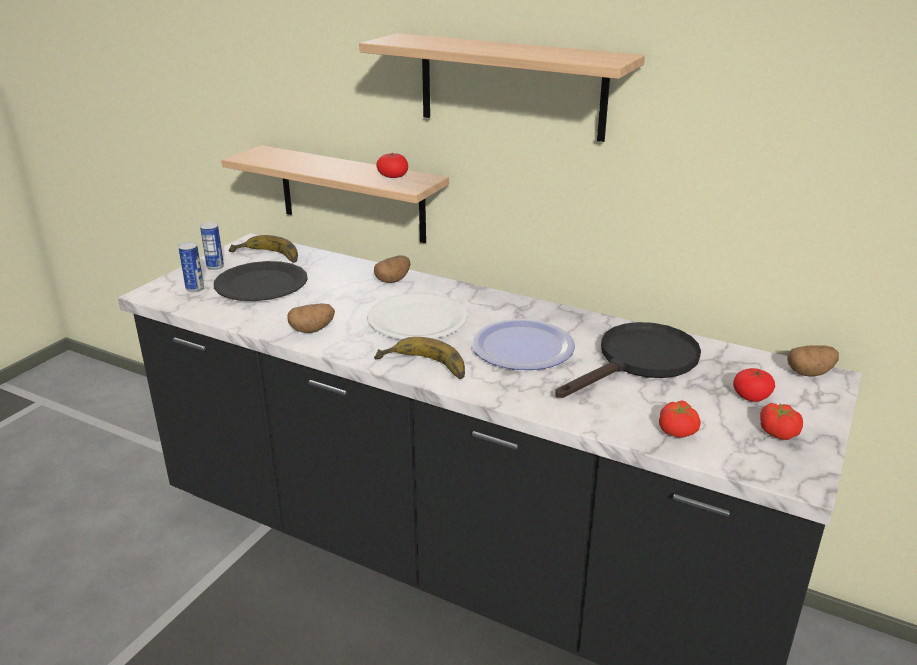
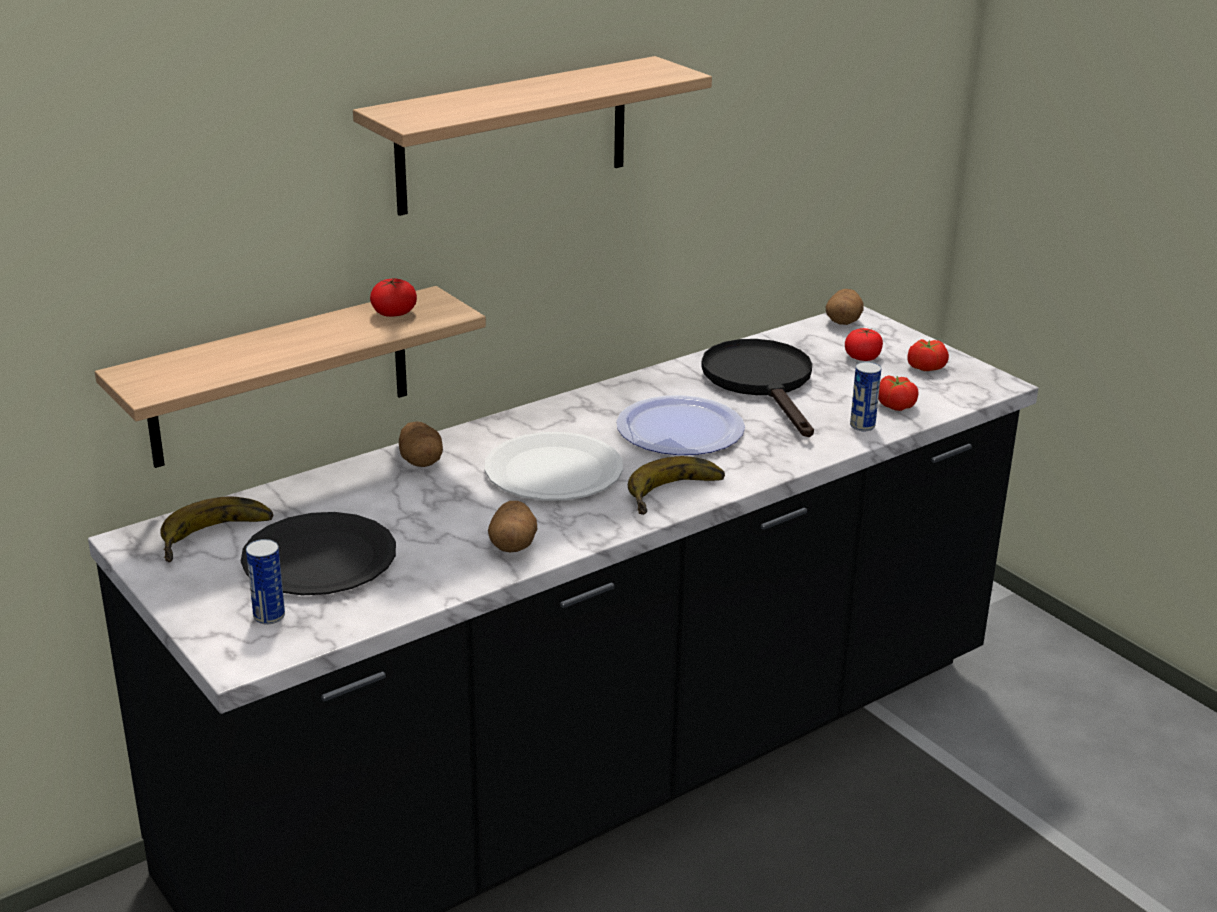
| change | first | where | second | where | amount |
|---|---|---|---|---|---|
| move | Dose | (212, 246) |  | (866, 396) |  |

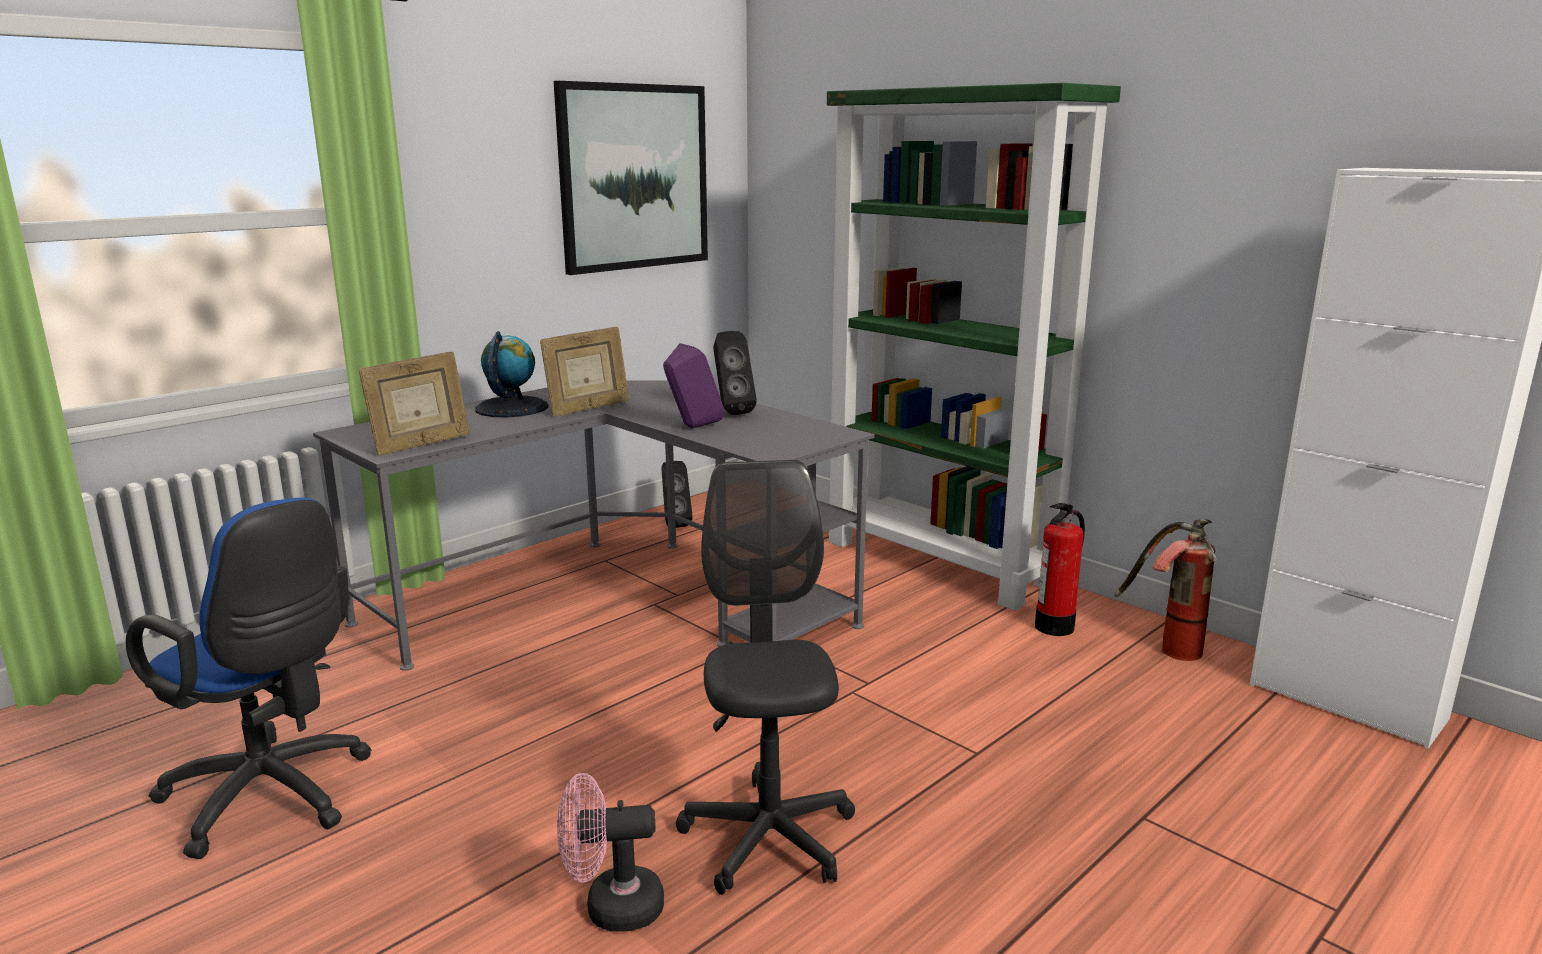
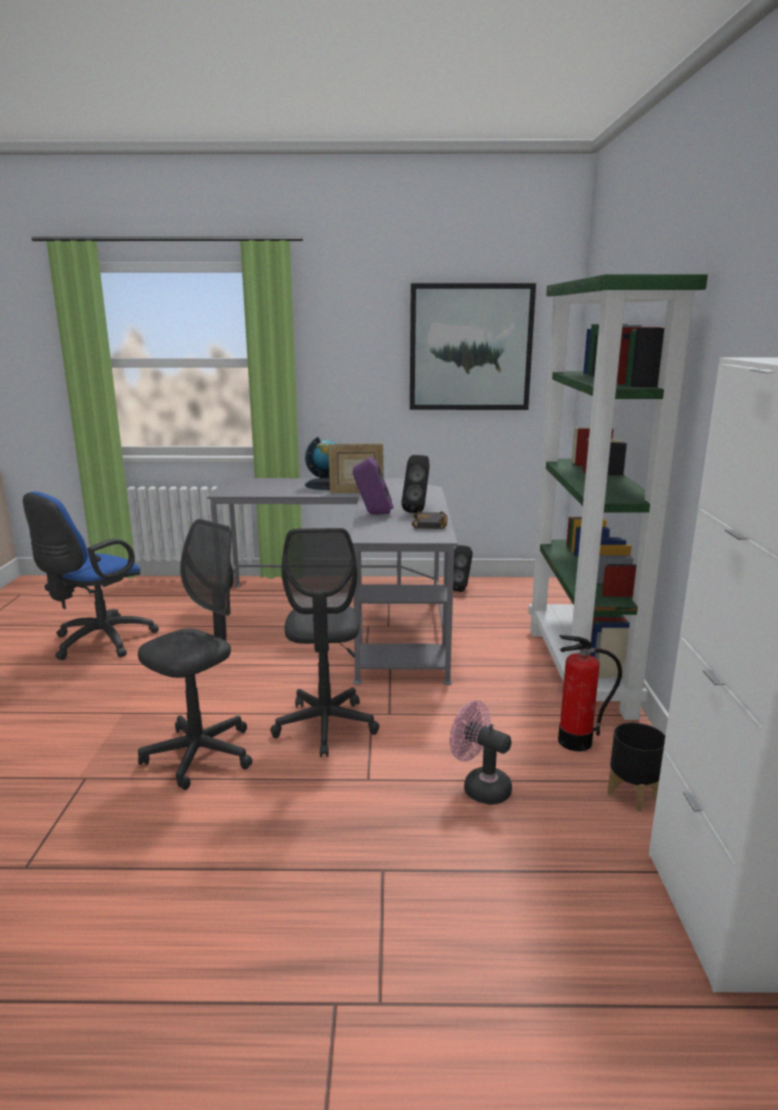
| change | first | where | second | where | amount |
|---|---|---|---|---|---|
| rotate | Bürostuhl/blau | (249, 678) |  | (91, 576) | 45 degrees clockwise |
| insert |  |  | Bürostuhl/grau | (324, 642) |  |
| insert |  |  | Buch/schwarz | (430, 520) |  |
| move | Ventilator/rosa | (610, 852) |  | (481, 752) |  |
| replace | Feuerlöscher | (1166, 589) | Pflanzkübel/schwarz | (636, 766) |  |
| delete | Bilderrahmen | (414, 403) |  |  |  |

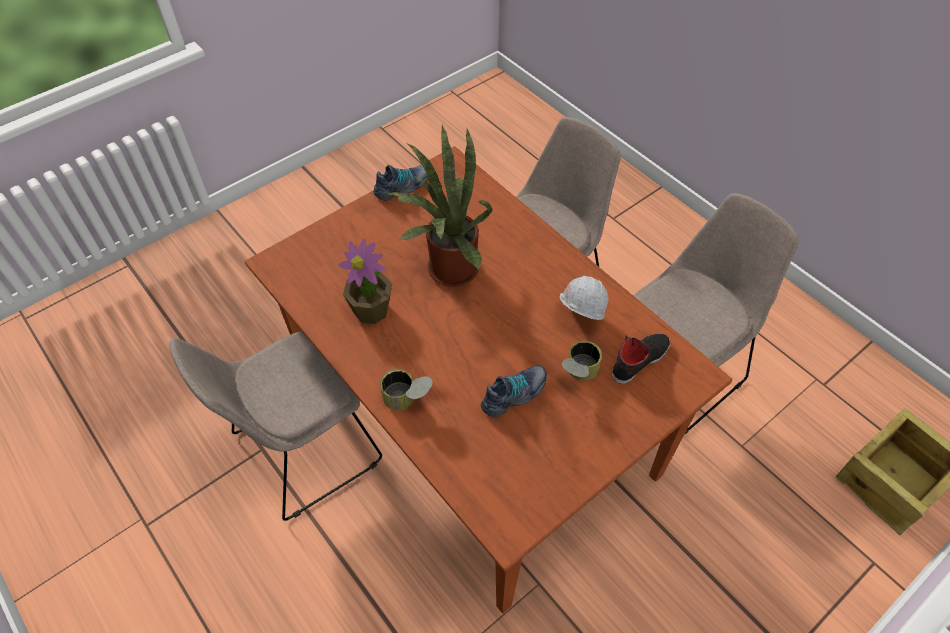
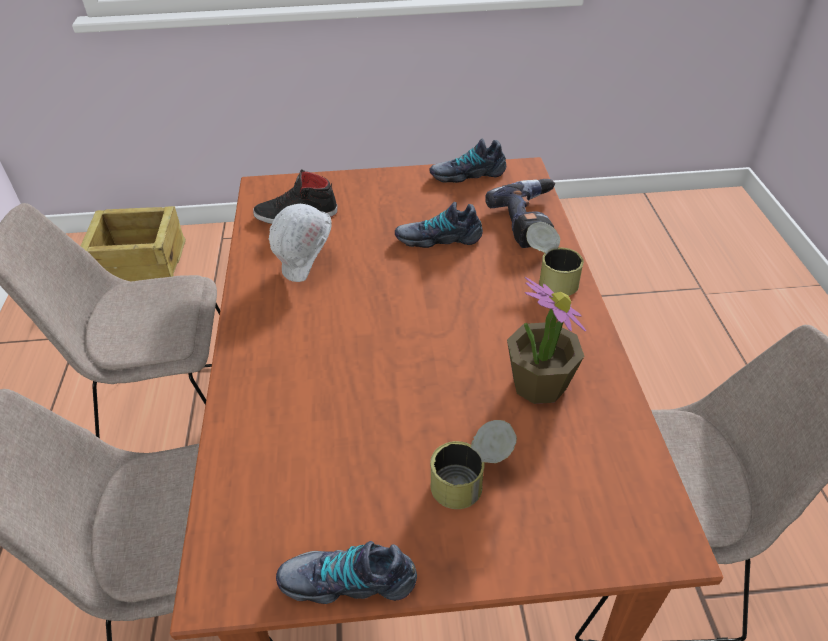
| change | first | where | second | where | amount |
|---|---|---|---|---|---|
| insert |  |  | Schuh | (467, 161) |  |
| move | Dose | (582, 361) |  | (473, 464) |  |
| insert |  |  | Bohrmaschine | (520, 213) |  |
| delete | Topfpflanze | (440, 205) |  |  |  |

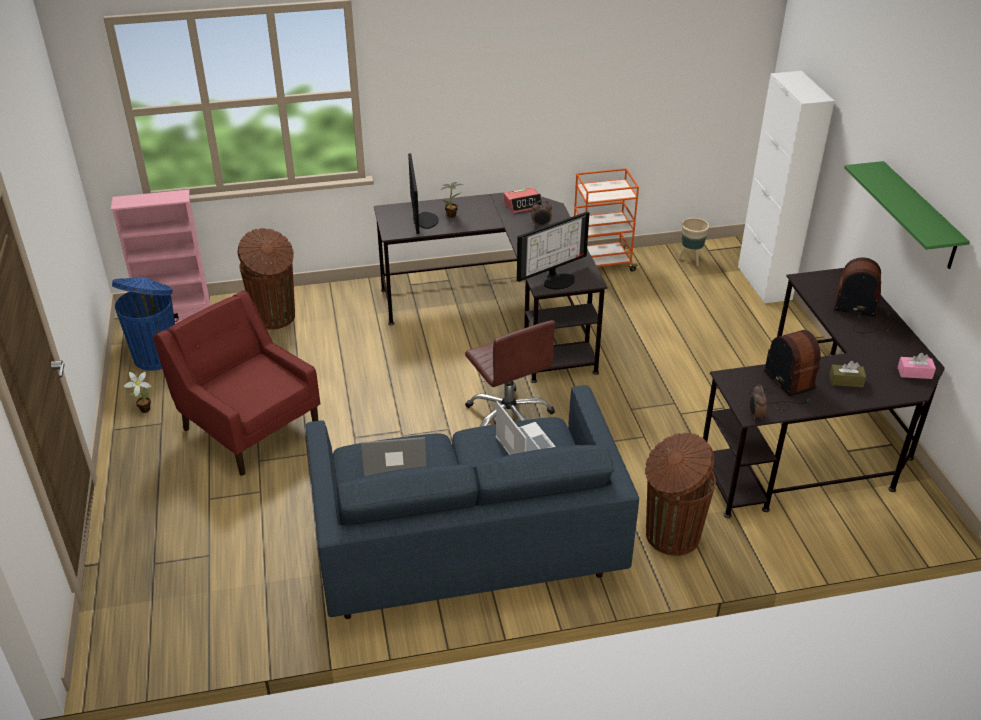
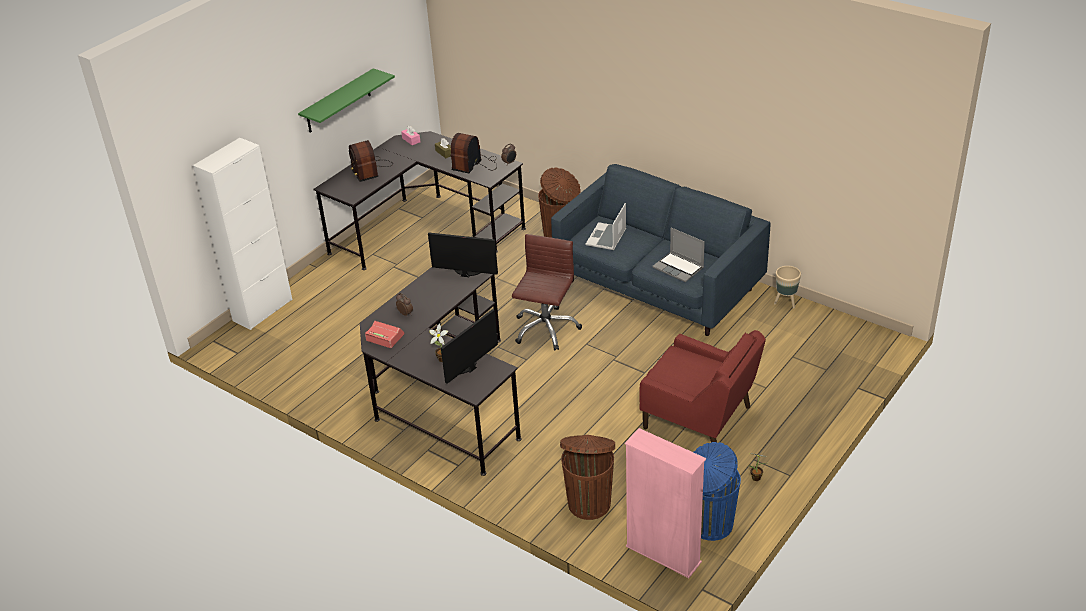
| change | first | where | second | where | amount |
|---|---|---|---|---|---|
| rotate | Sessel/rot | (236, 383) |  | (703, 386) | 60 degrees counterclockwise |
| move | Pflanzkübel/beige | (693, 242) |  | (787, 287) |  |
| delete | Rollwagen/orange | (606, 220) |  |  |  |

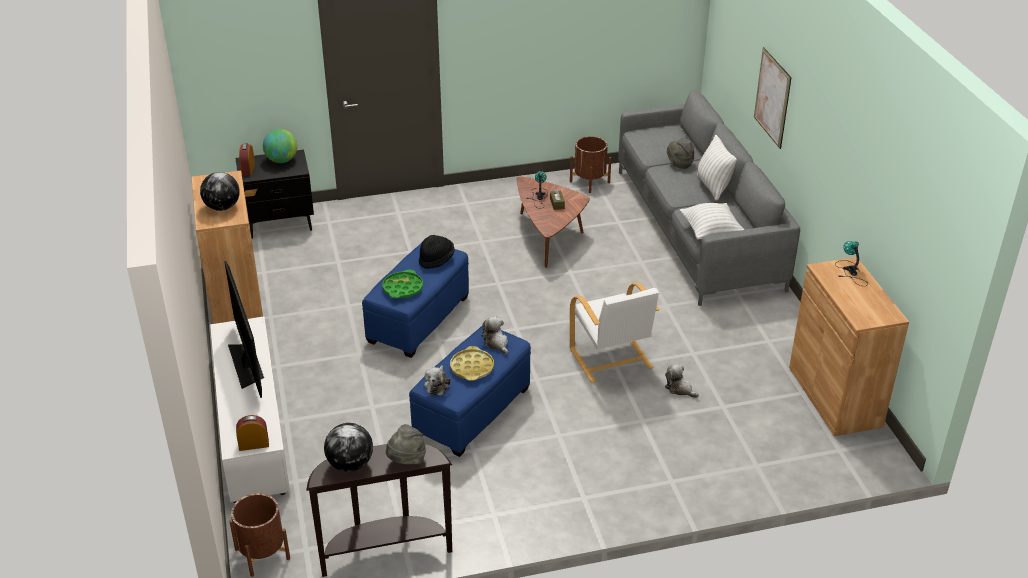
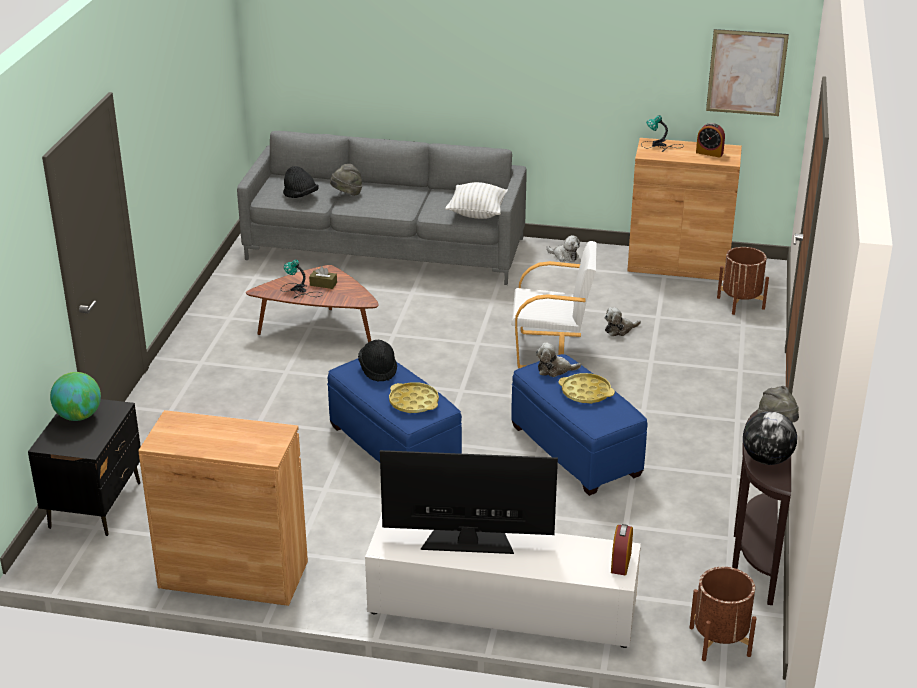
| change | first | where | second | where | amount |
|---|---|---|---|---|---|
| insert |  |  | Hut/schwarz | (301, 182) |  |
| recolor | Tablett/grün | (403, 284) | Tablett/gelb | (414, 397) |  |
| move | Plüschtier | (437, 380) |  | (563, 248) |  |
| move | Wecker | (247, 160) |  | (710, 140) |  |
| move | Bild | (773, 98) |  | (747, 72) |  |
| move | Pflanzkübel/braun | (590, 164) |  | (743, 281) |  |
| delete | Globus | (220, 191) |  |  |  |
| delete | Kissen/weiß | (717, 167) |  |  |  |

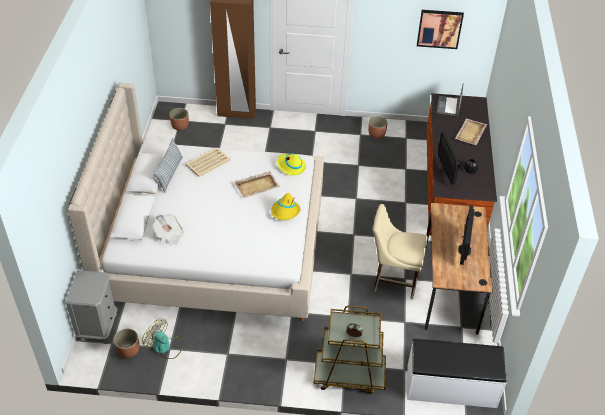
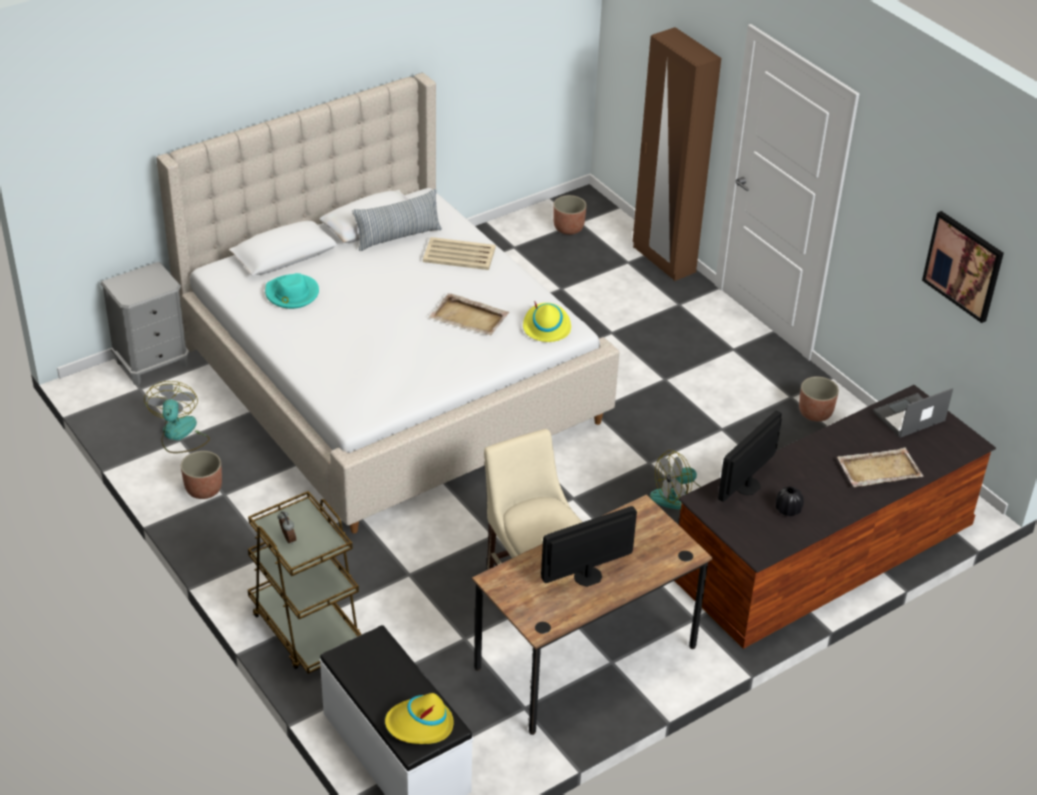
| change | first | where | second | where | amount |
|---|---|---|---|---|---|
| move | Pflanzkübel | (126, 343) |  | (201, 475) |  |
| replace | Zeitung | (168, 229) | Hut/türkis | (292, 291) |  |
| move | Hut/gelb | (286, 206) |  | (419, 718) |  |
| insert |  |  | Ventilator | (675, 480) |  |

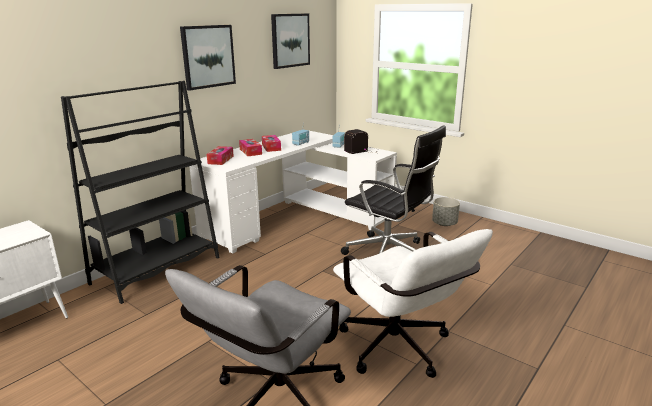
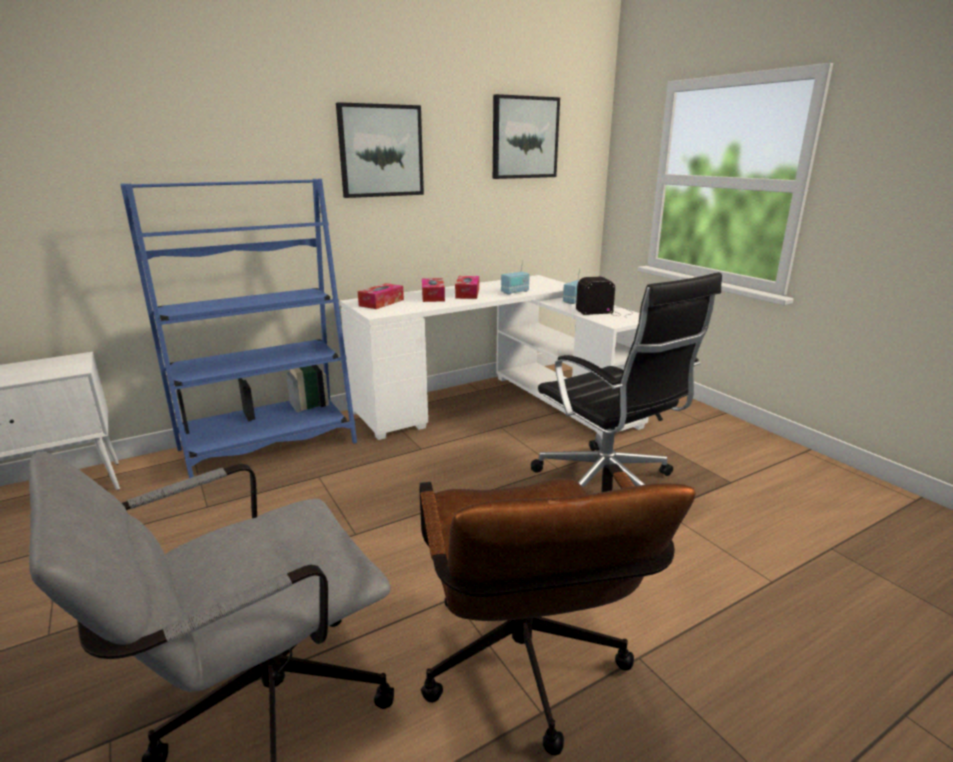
| change | first | where | second | where | amount |
|---|---|---|---|---|---|
| recolor | Bücherregal/schwarz | (140, 192) | Bücherregal/blau | (238, 328) |  |
| recolor | Bürostuhl/weiß | (413, 303) | Bürostuhl/braun | (557, 610) |  |
| delete | Pflanzkübel/grau | (446, 211) |  |  |  |

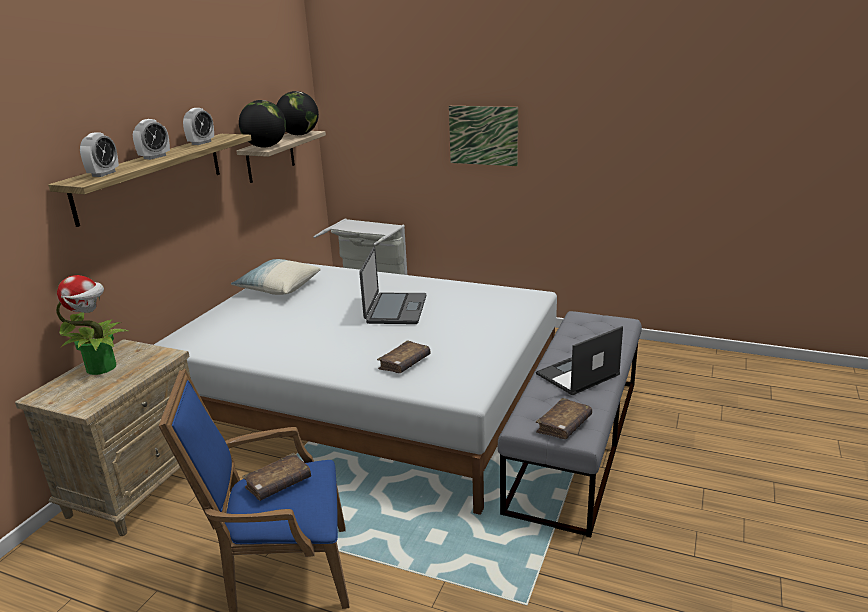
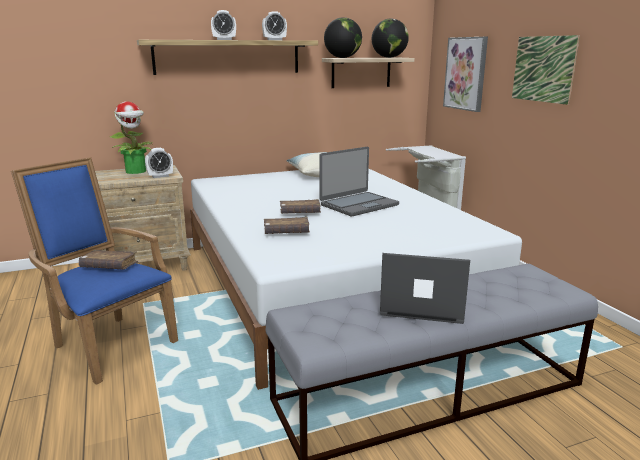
| change | first | where | second | where | amount |
|---|---|---|---|---|---|
| move | Wecker | (99, 154) |  | (159, 163) |  |
| move | Buch/braun | (564, 418) |  | (300, 206) |  |
| insert |  |  | Bild | (465, 74) |  |

